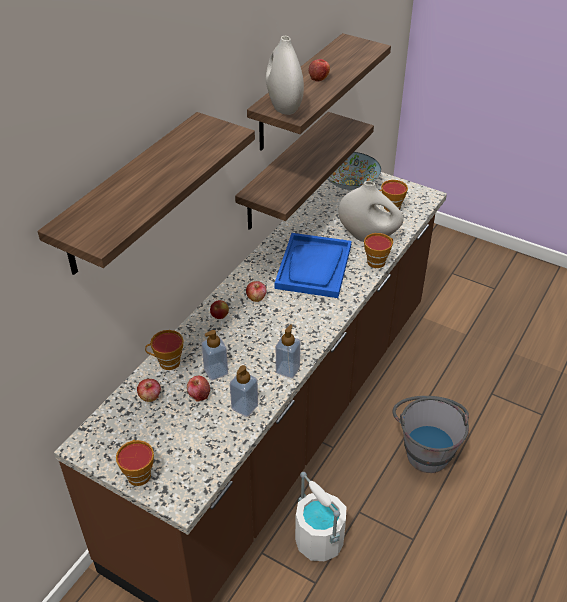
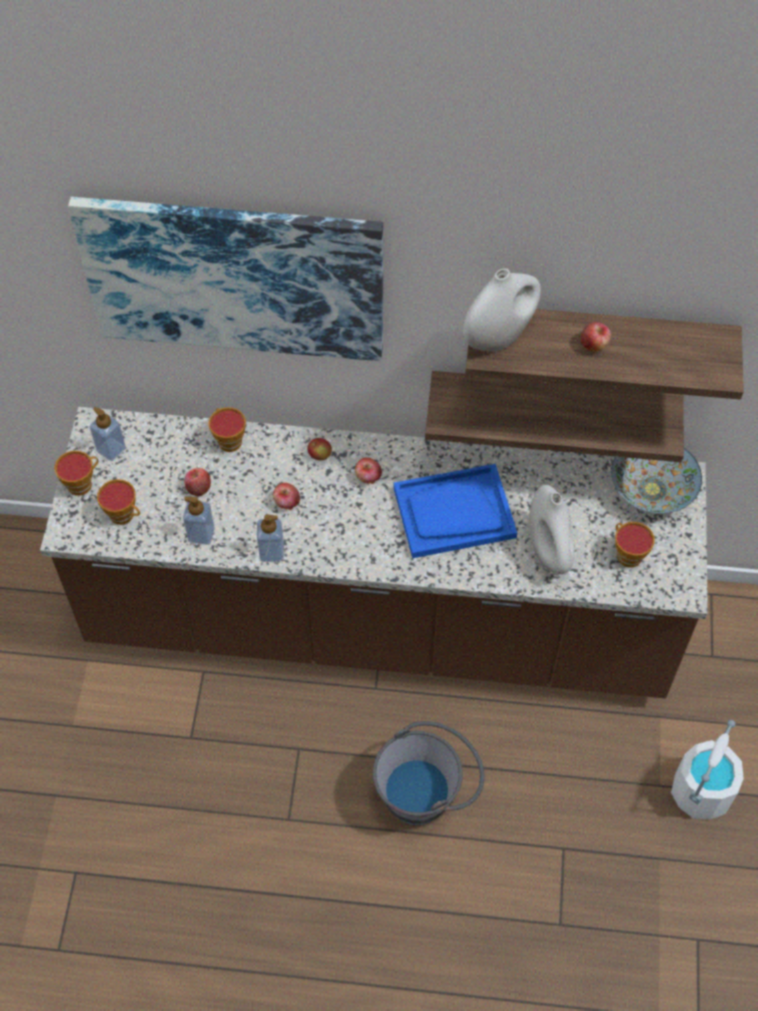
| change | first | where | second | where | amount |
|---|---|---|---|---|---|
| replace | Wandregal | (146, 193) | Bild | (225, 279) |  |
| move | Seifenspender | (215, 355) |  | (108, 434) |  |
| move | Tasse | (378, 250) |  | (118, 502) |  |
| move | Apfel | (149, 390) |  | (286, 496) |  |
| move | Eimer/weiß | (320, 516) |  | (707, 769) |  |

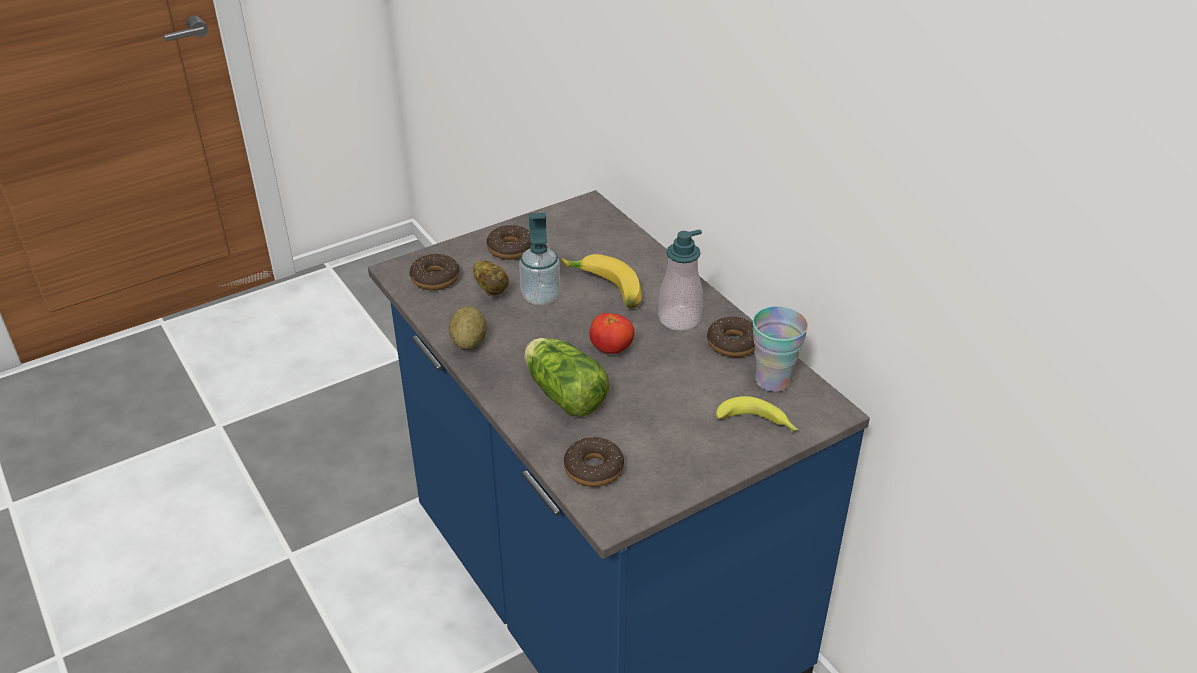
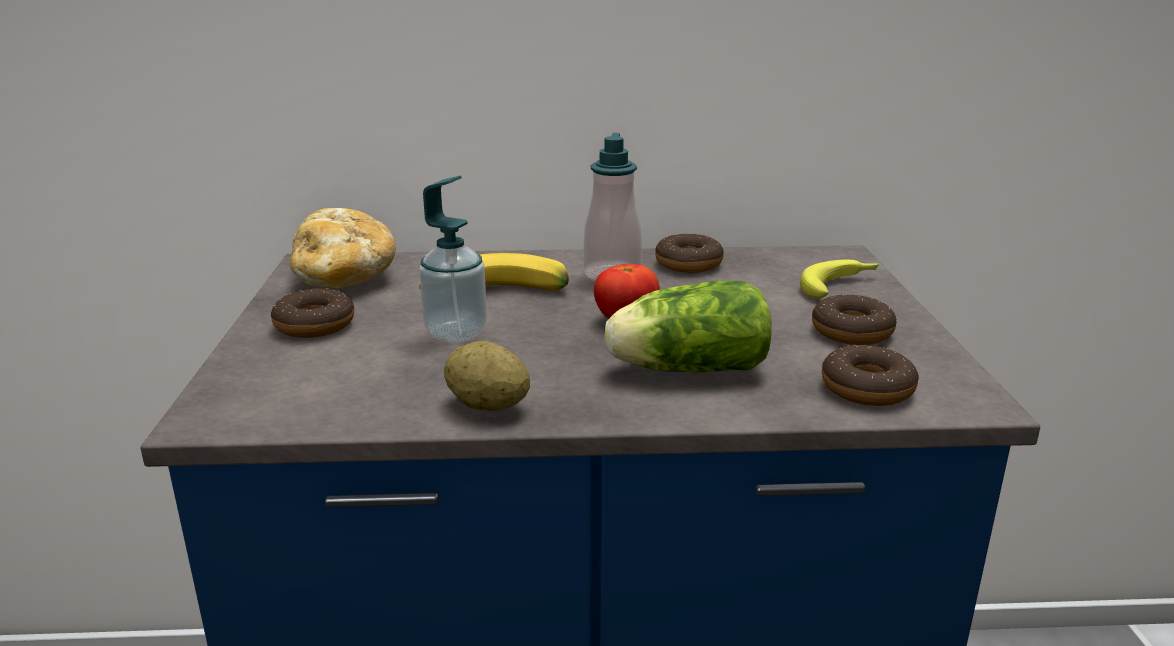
| change | first | where | second | where | amount |
|---|---|---|---|---|---|
| insert |  |  | Brot | (343, 248) |  |
| move | Donut | (434, 272) |  | (854, 319) |  |
| delete | Kartoffel | (491, 278) |  |  |  |
| delete | Tasse | (780, 349) |  |  |  |

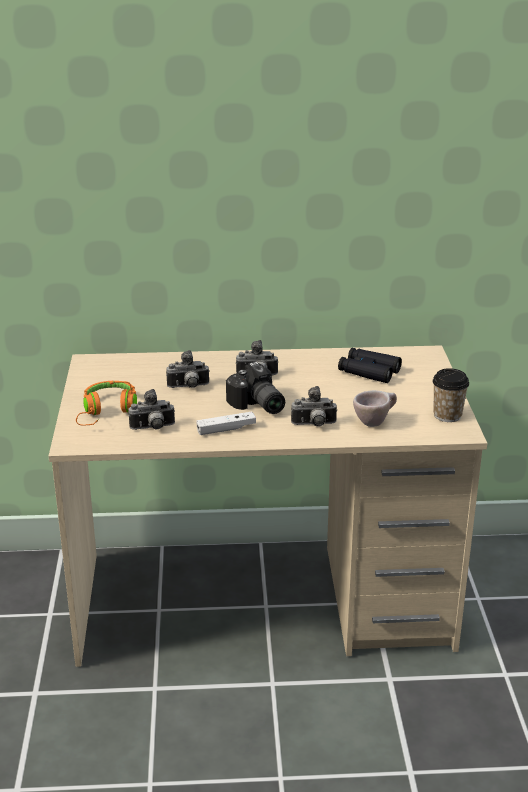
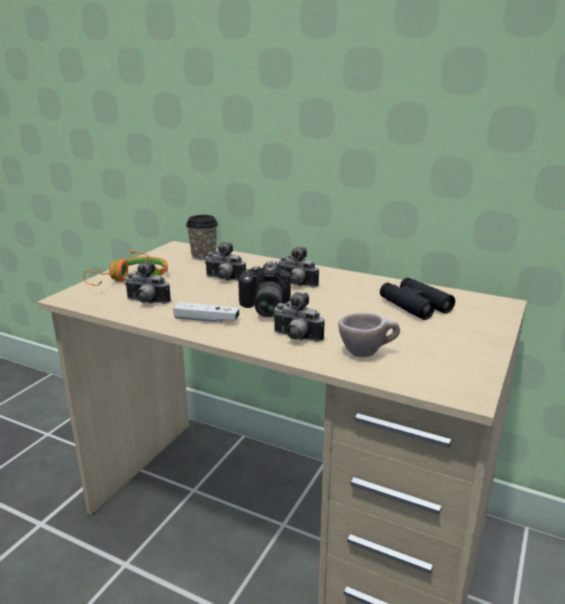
| change | first | where | second | where | amount |
|---|---|---|---|---|---|
| move | Tasse | (450, 395) |  | (202, 237) |  |

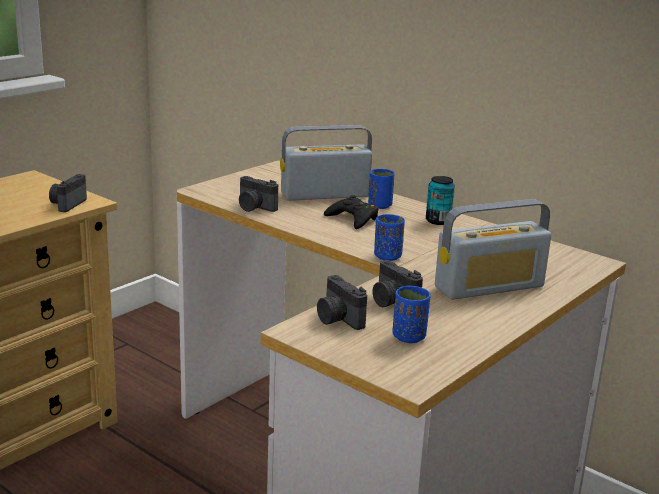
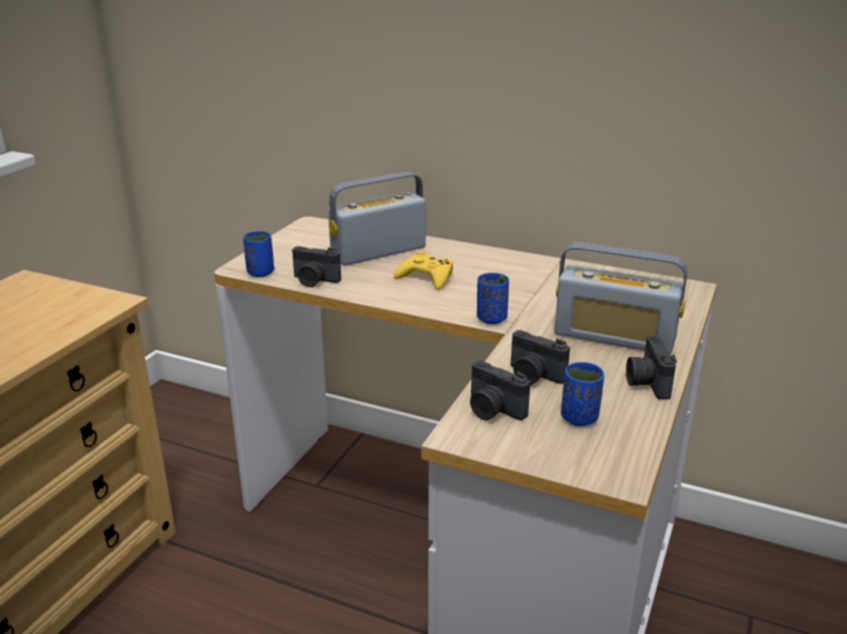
| change | first | where | second | where | amount |
|---|---|---|---|---|---|
| move | Tasse/blau | (381, 189) |  | (258, 254) |  |
| recolor | Gamepad/schwarz | (351, 212) | Gamepad/gelb | (423, 270) |  |
| rotate | Radio | (493, 249) |  | (621, 298) | 60 degrees clockwise |
| move | Kamera | (68, 193) |  | (651, 368) |  |
| delete | Dose | (440, 200) |  |  |  |

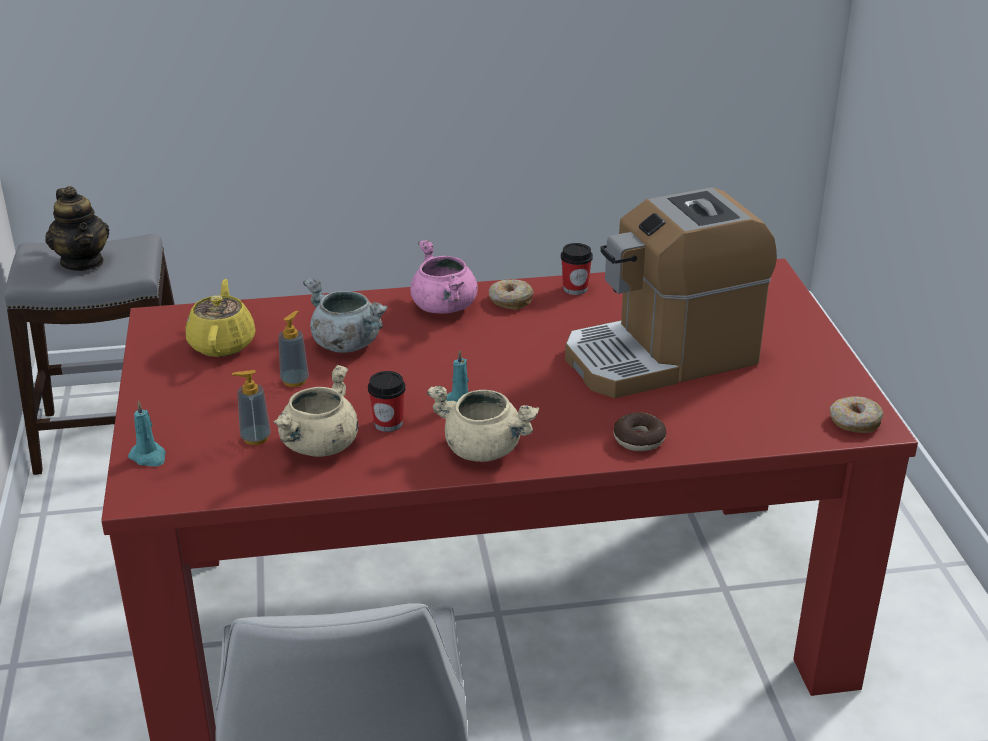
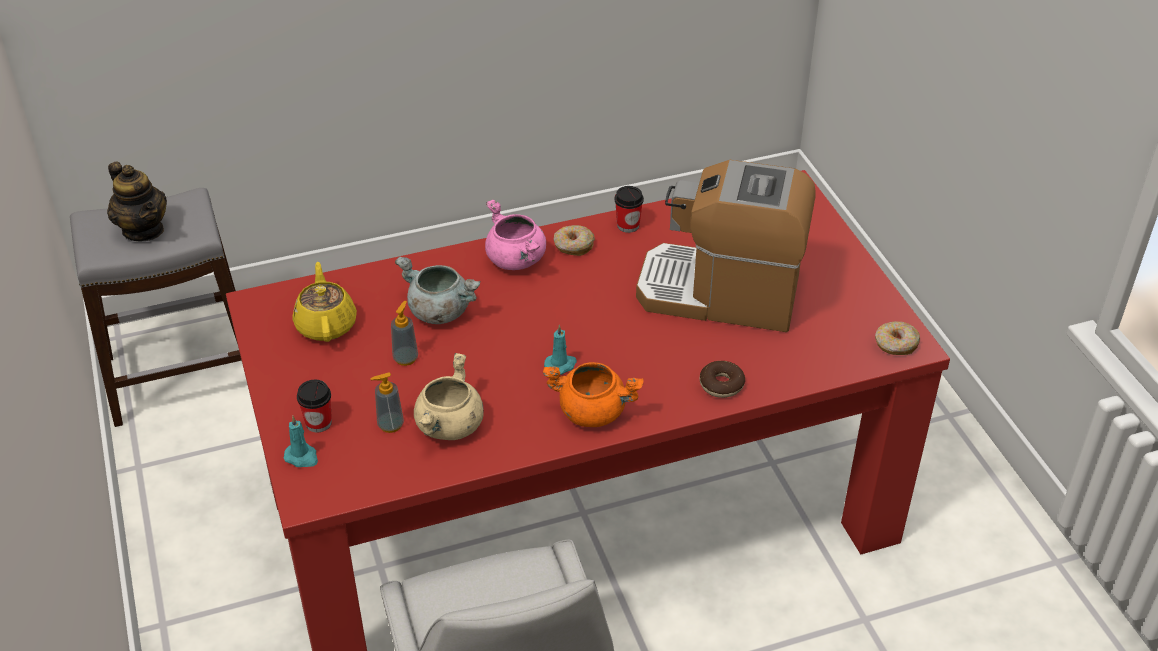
| change | first | where | second | where | amount |
|---|---|---|---|---|---|
| move | Tasse | (387, 401) |  | (314, 406) |  |
| recolor | Kochtopf/beige | (483, 424) | Kochtopf/orange | (593, 394) |  |
| rotate | Kaffeemaschine | (671, 292) |  | (725, 246) | 45 degrees clockwise |

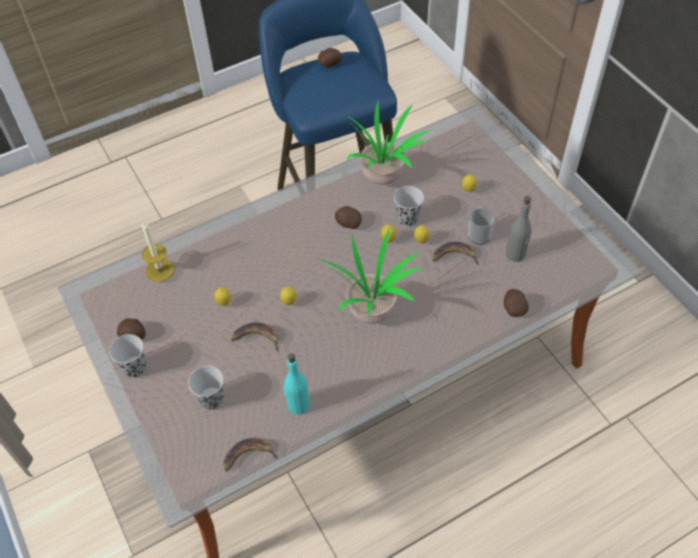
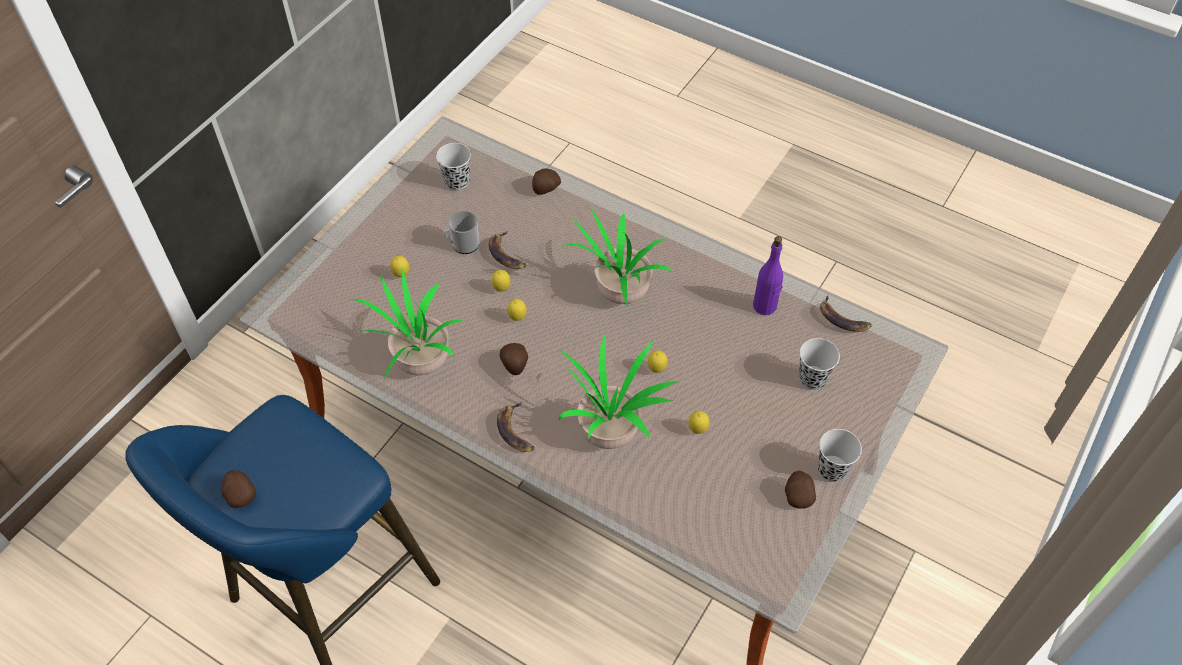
| change | first | where | second | where | amount |
|---|---|---|---|---|---|
| move | Tasse/schwarz | (409, 206) |  | (453, 167) |  |
| move | Banane | (255, 337) |  | (515, 427) |  |
| insert |  |  | Topfpflanze | (619, 392) |  |
| recolor | Flasche/türkis | (297, 384) | Flasche/lila | (768, 275) |  |
| delete | Kerze | (158, 251) |  |  |  |
| delete | Flasche/grau | (518, 229) |  |  |  |

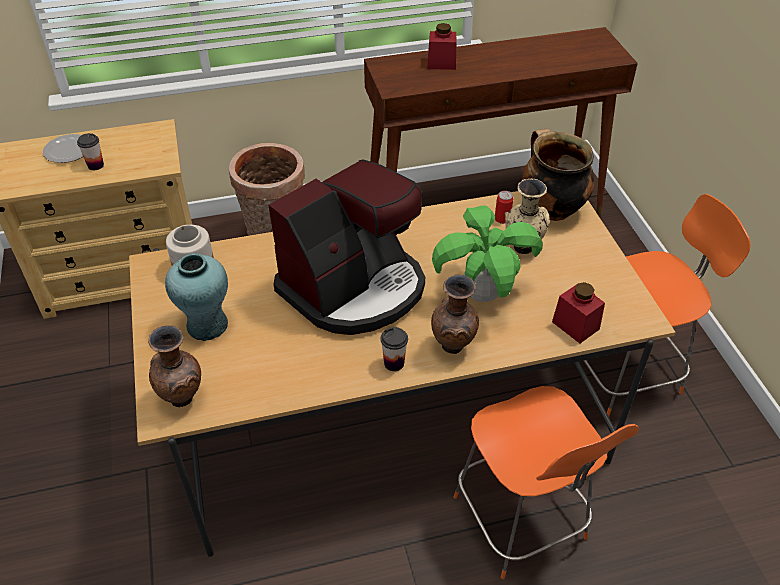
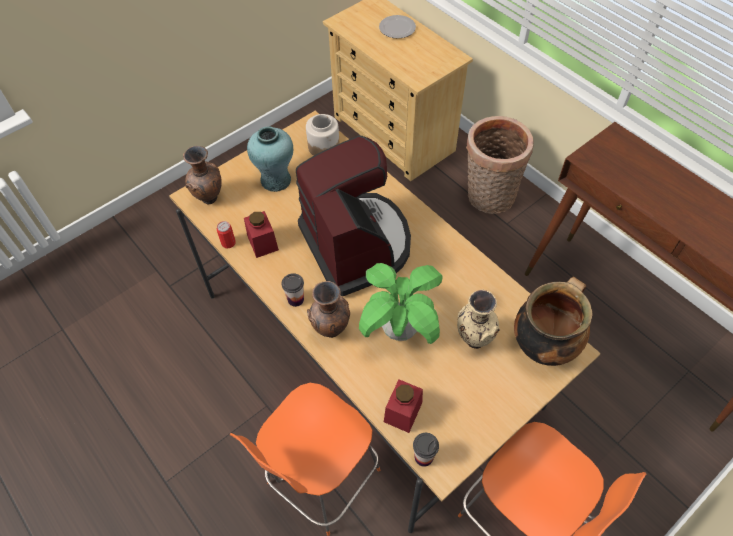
| change | first | where | second | where | amount |
|---|---|---|---|---|---|
| move | Dose | (504, 207) |  | (226, 234) |  |
| move | Vorratsglas/rot | (442, 46) |  | (261, 234) |  |
| rotate | Kaffeemaschine | (347, 247) |  | (353, 215) | 135 degrees counterclockwise |
| move | Tasse | (90, 151) |  | (426, 450) |  |

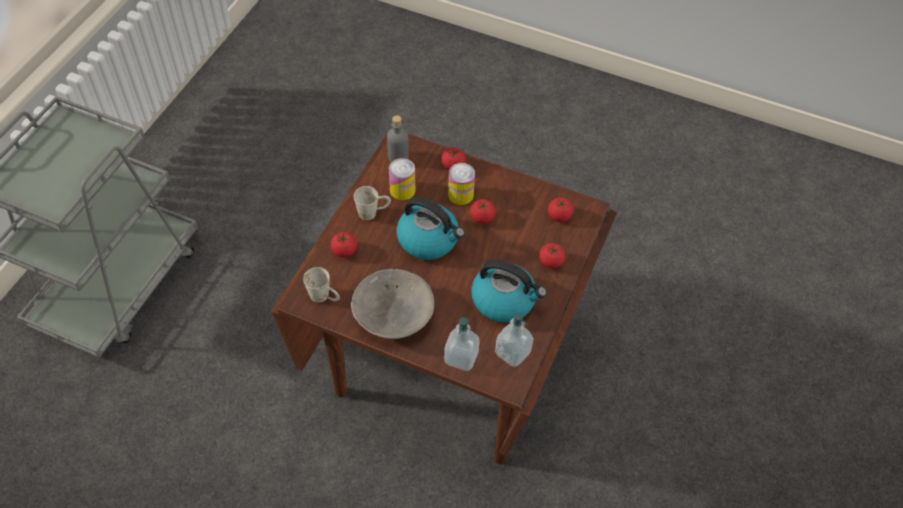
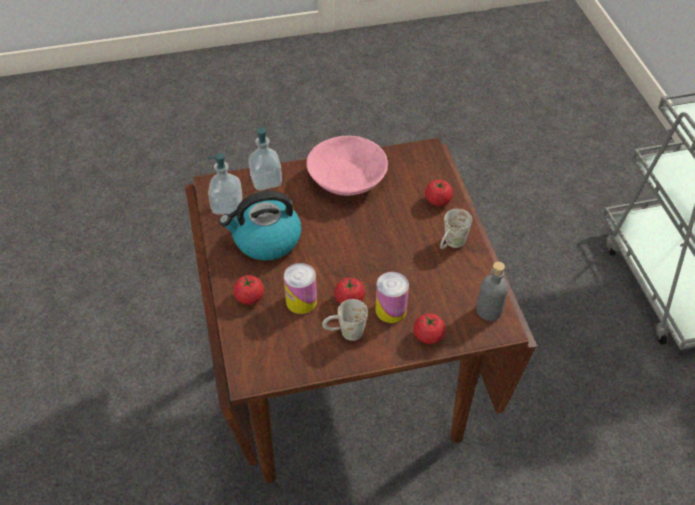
| change | first | where | second | where | amount |
|---|---|---|---|---|---|
| move | Dose | (402, 179) |  | (300, 288) |  |
| recolor | Schüssel/grau | (392, 304) | Schüssel/rosa | (347, 166) |  |
| move | Henkelbecher/weiß | (321, 285) |  | (345, 320) |  |
| delete | Wasserkessel | (430, 228) |  |  |  |
| delete | Tomate | (560, 209) |  |  |  |

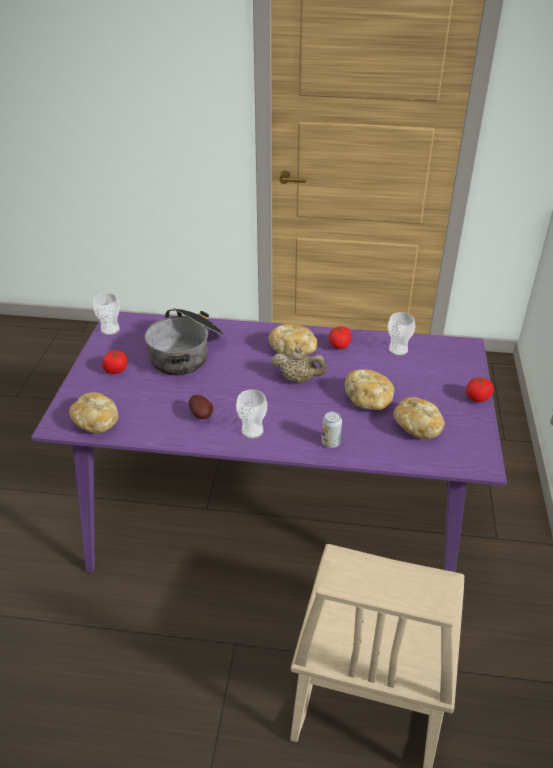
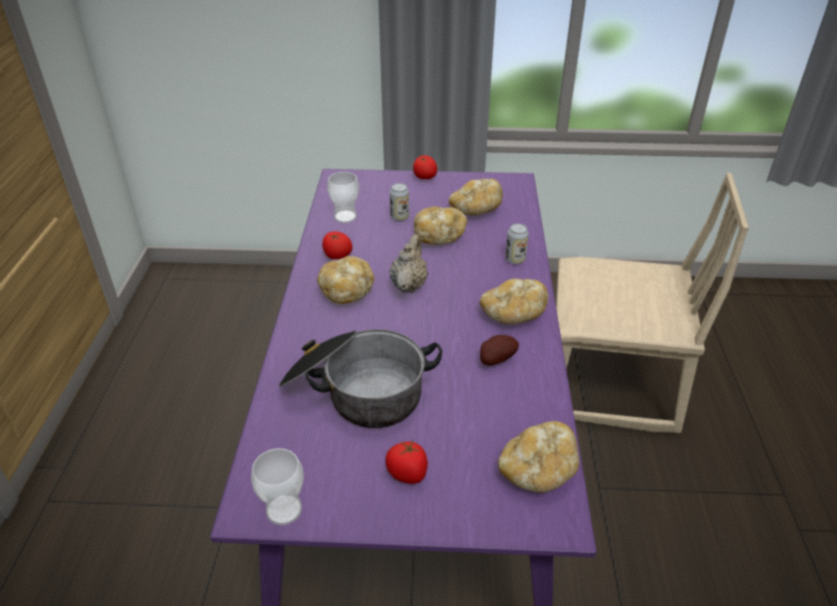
| change | first | where | second | where | amount |
|---|---|---|---|---|---|
| insert |  |  | Dose | (399, 202) |  |
| replace | Tasse | (251, 414) | Brot | (514, 302) |  |

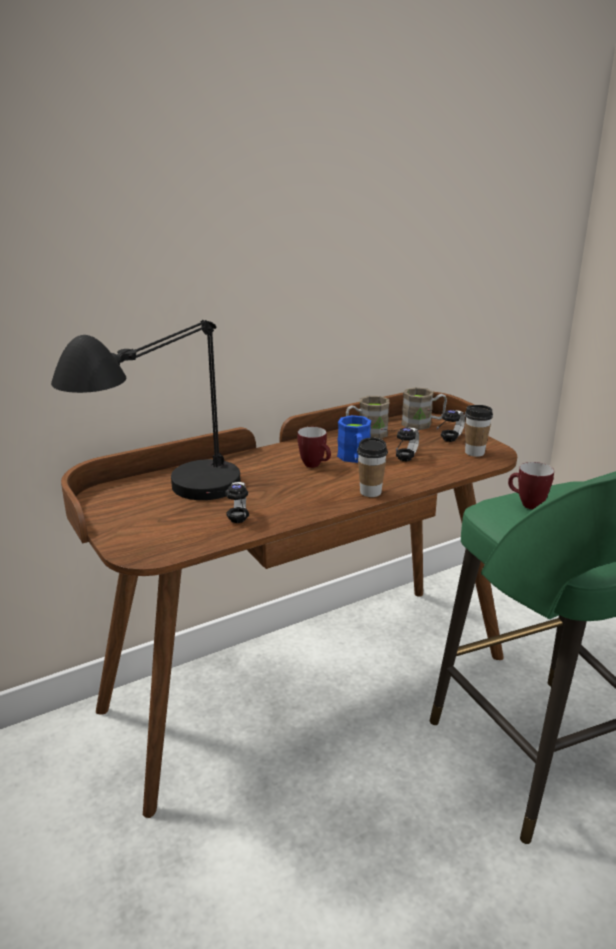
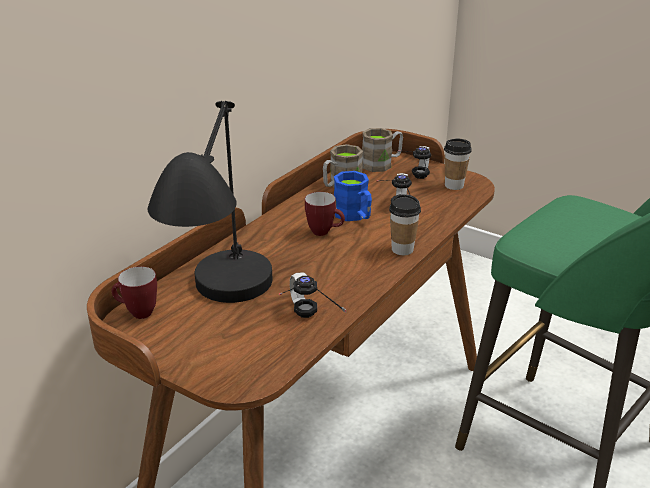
| change | first | where | second | where | amount |
|---|---|---|---|---|---|
| move | Henkelbecher | (531, 485) |  | (134, 293) |  |

